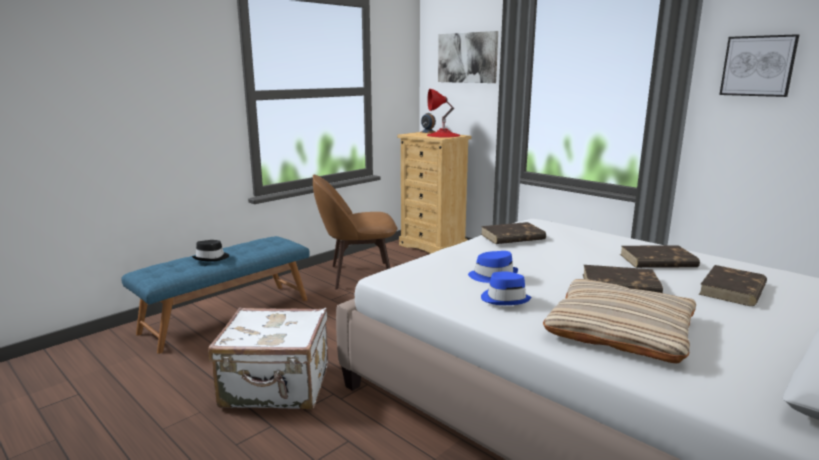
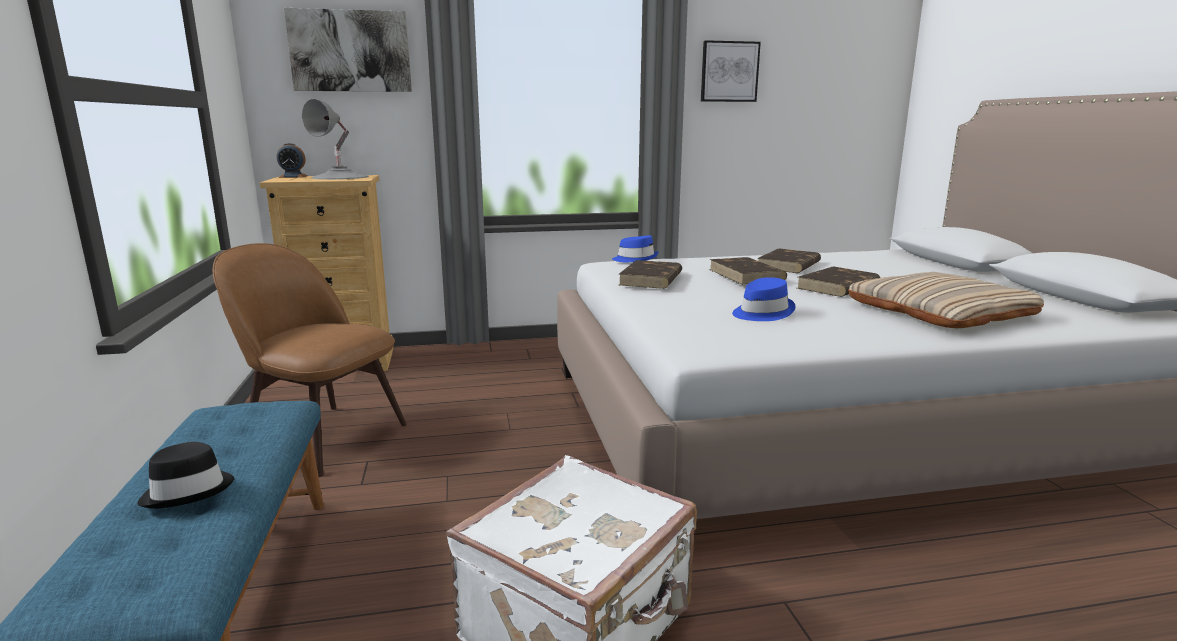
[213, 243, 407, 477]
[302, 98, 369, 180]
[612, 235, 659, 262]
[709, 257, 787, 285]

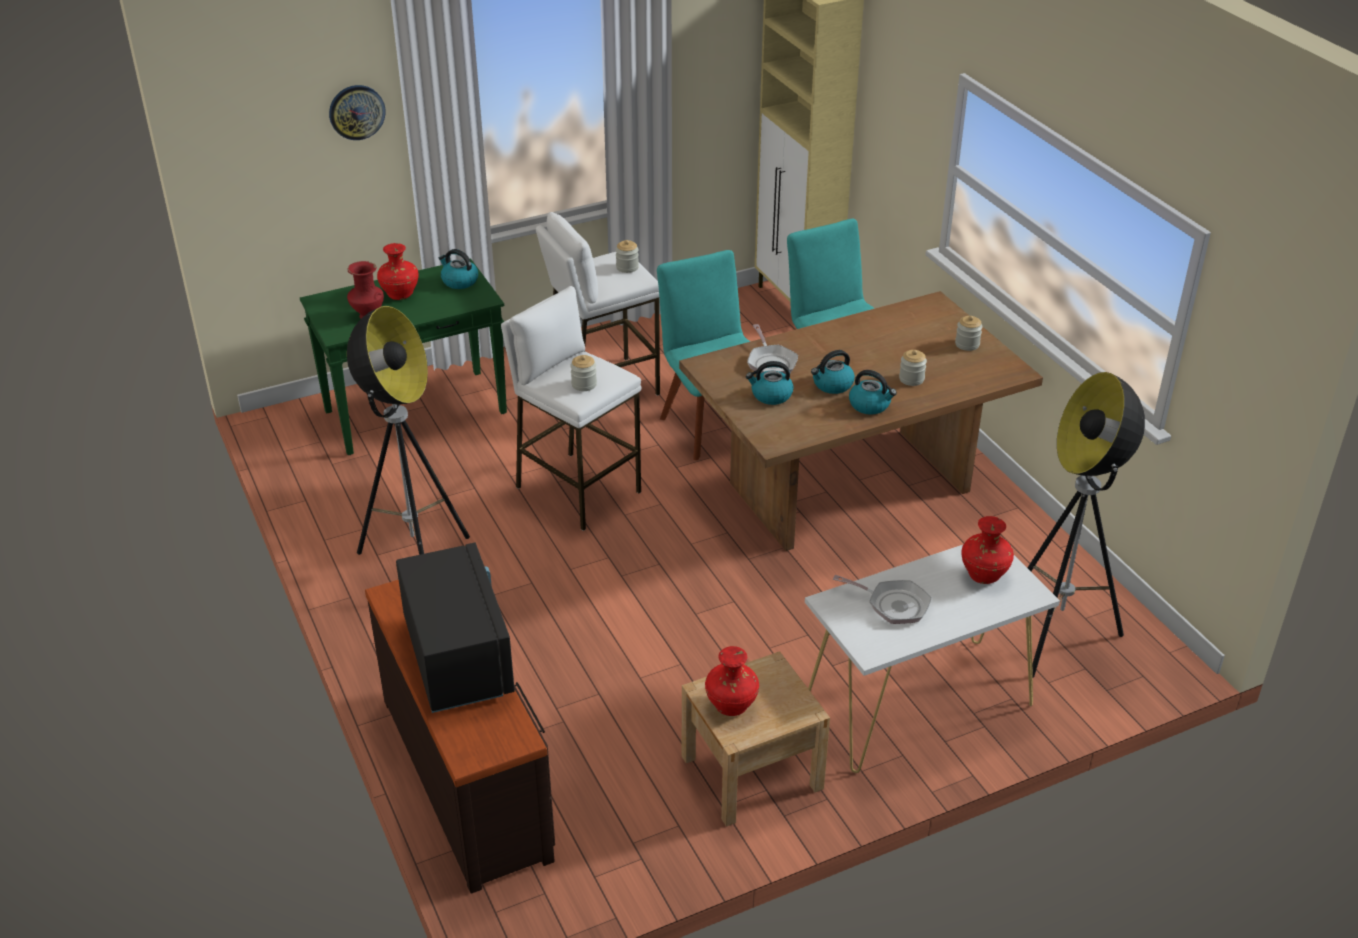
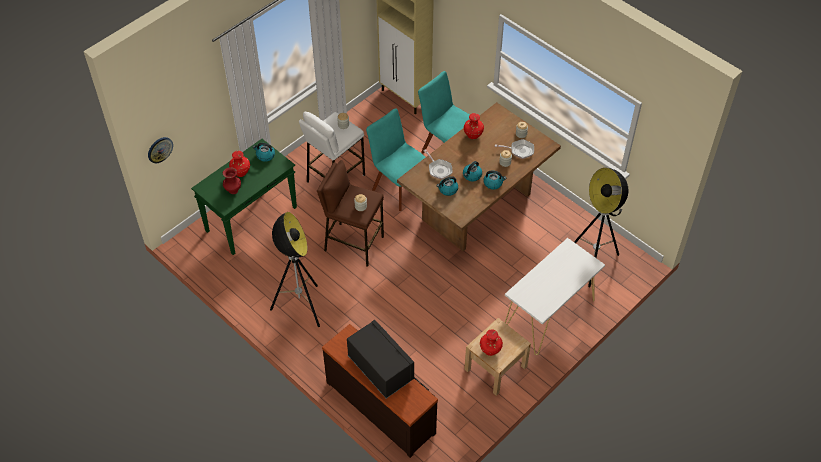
[148, 137, 173, 163]
[317, 160, 384, 267]
[495, 139, 534, 159]
[464, 113, 484, 139]

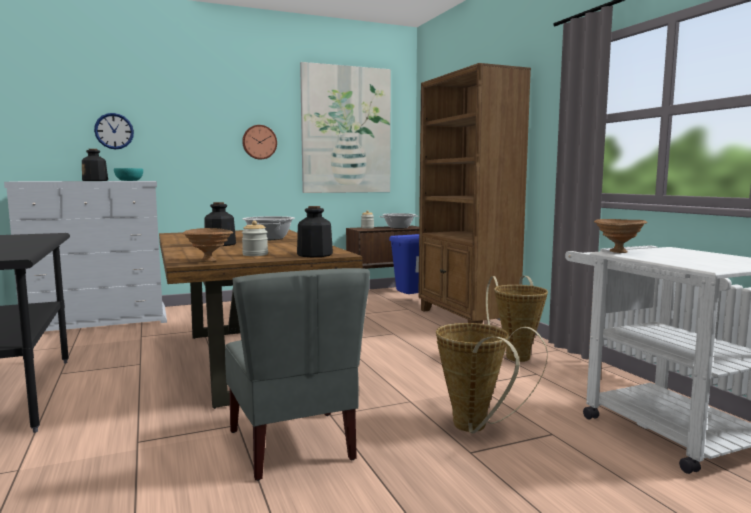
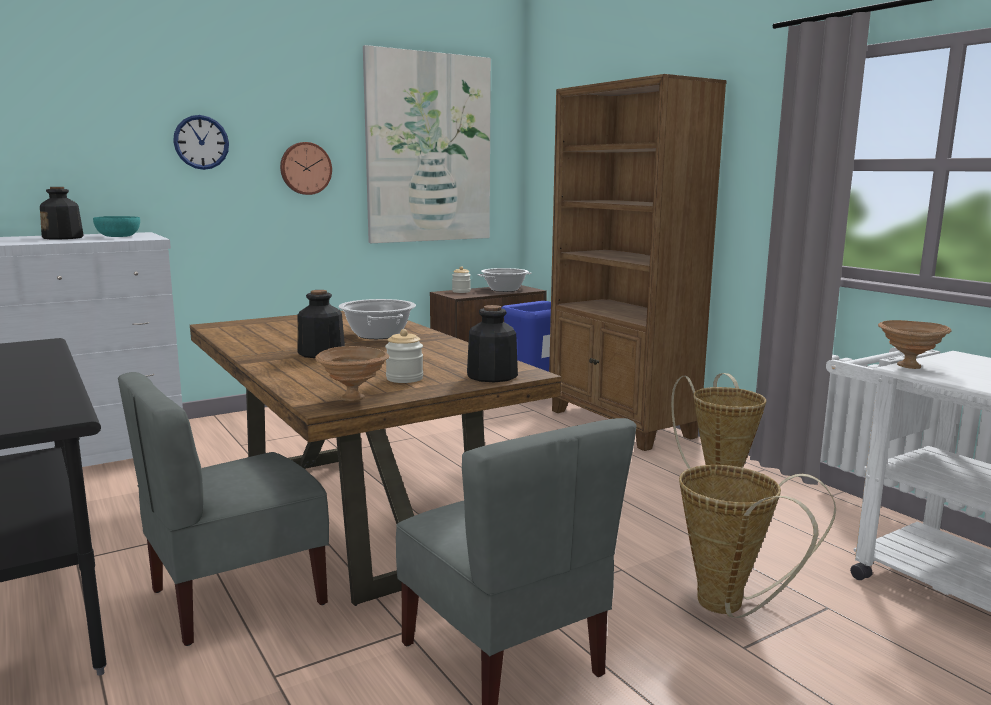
[173, 115, 229, 170]
[118, 372, 329, 646]

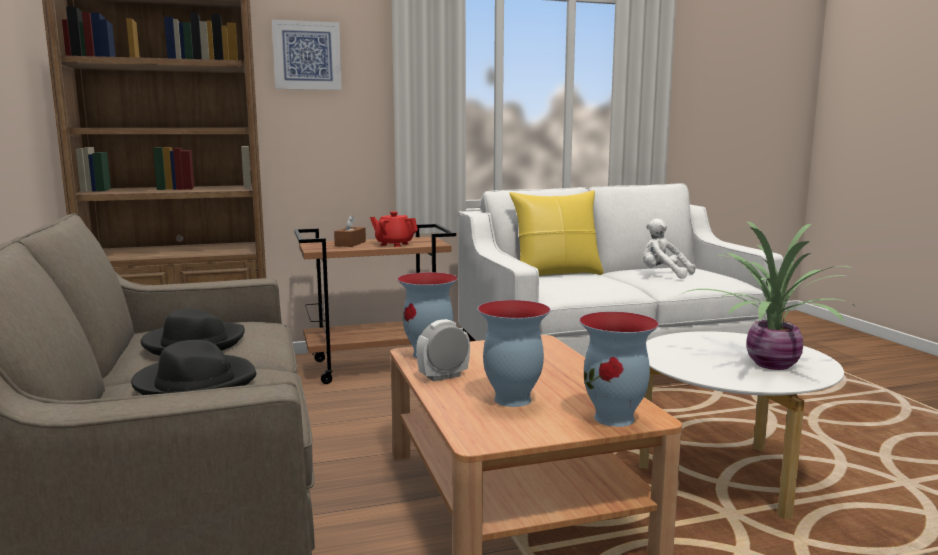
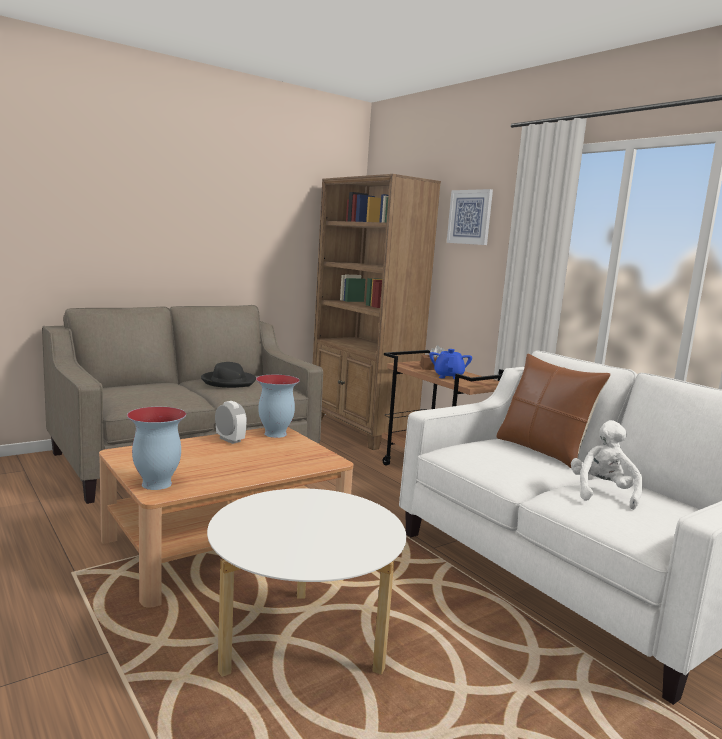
[131, 340, 256, 395] (first image)
[429, 349, 472, 379]
[477, 300, 551, 407] (first image)
[496, 354, 611, 468]
[682, 221, 857, 370] (first image)

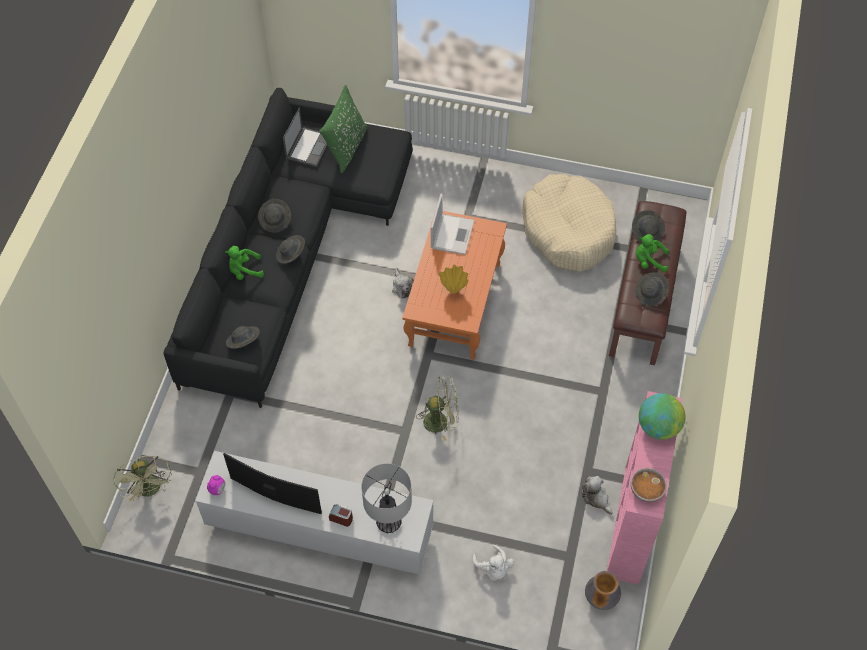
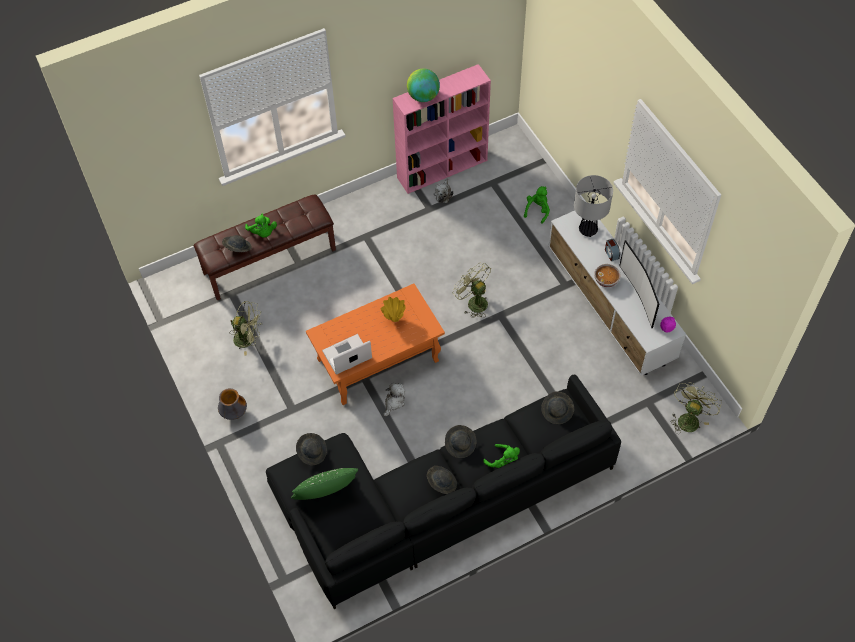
[283, 107, 327, 167] (first image)
[524, 186, 550, 224]
[230, 301, 262, 356]
[218, 388, 247, 420]
[594, 264, 621, 287]
[296, 433, 327, 466]

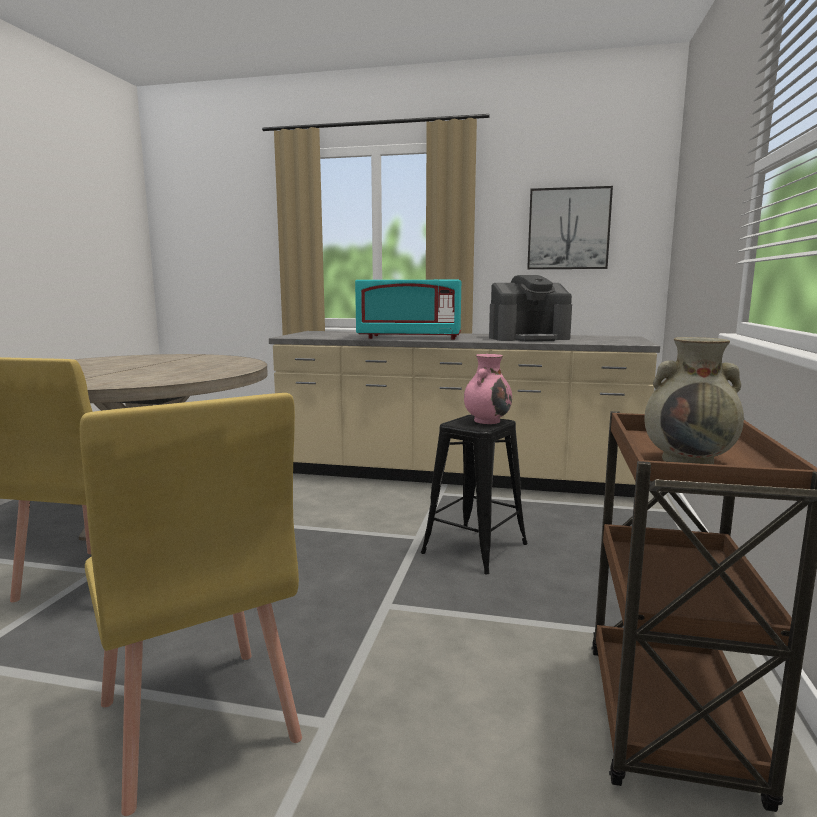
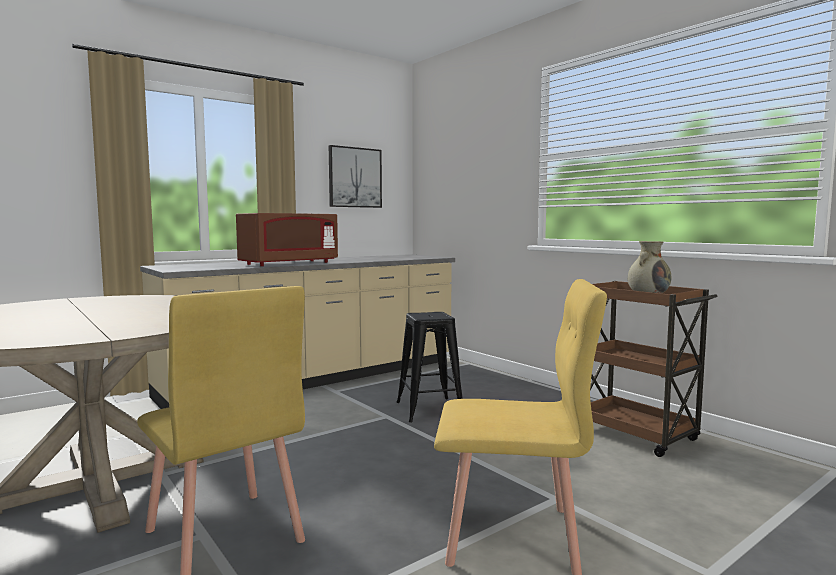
[236, 213, 338, 266]
[464, 354, 512, 424] (first image)
[489, 275, 572, 341] (first image)

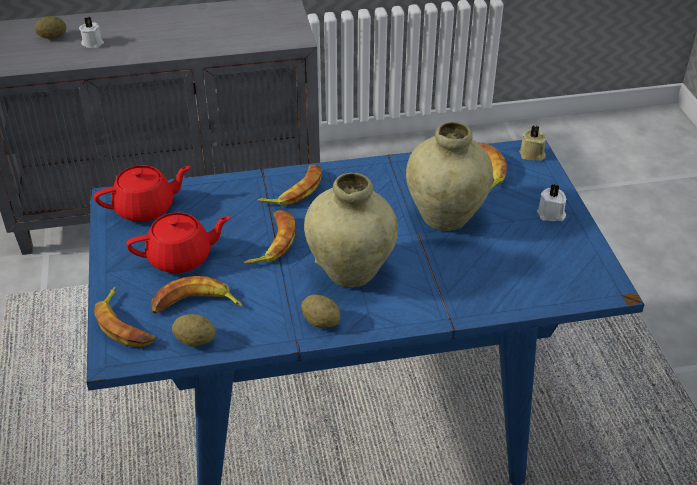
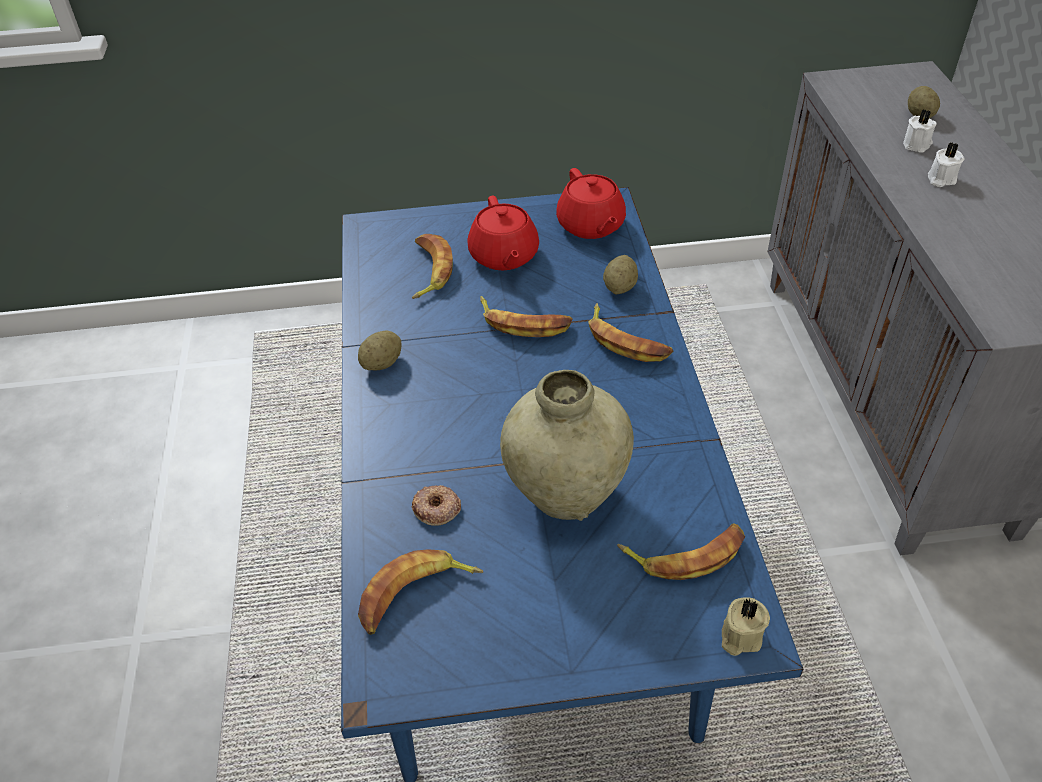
[358, 549, 483, 635]
[603, 255, 638, 294]
[304, 172, 398, 288] (first image)
[928, 143, 965, 187]
[411, 485, 461, 526]

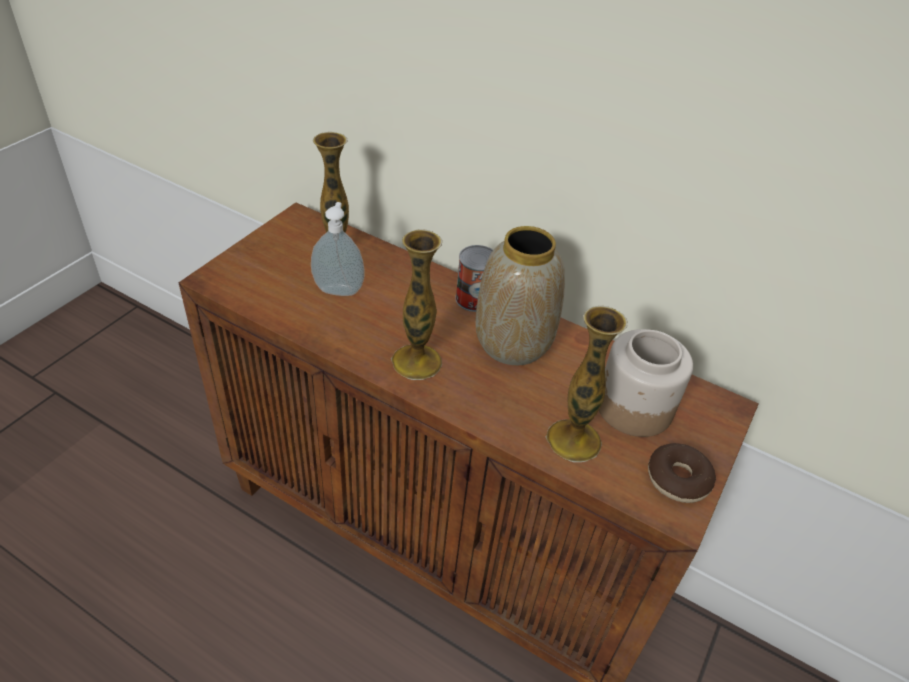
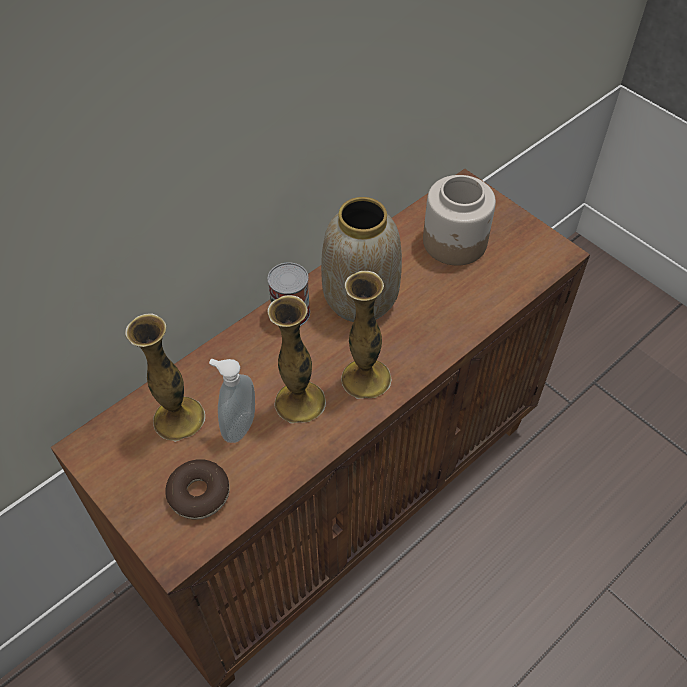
[267, 295, 326, 423]
[165, 459, 230, 519]

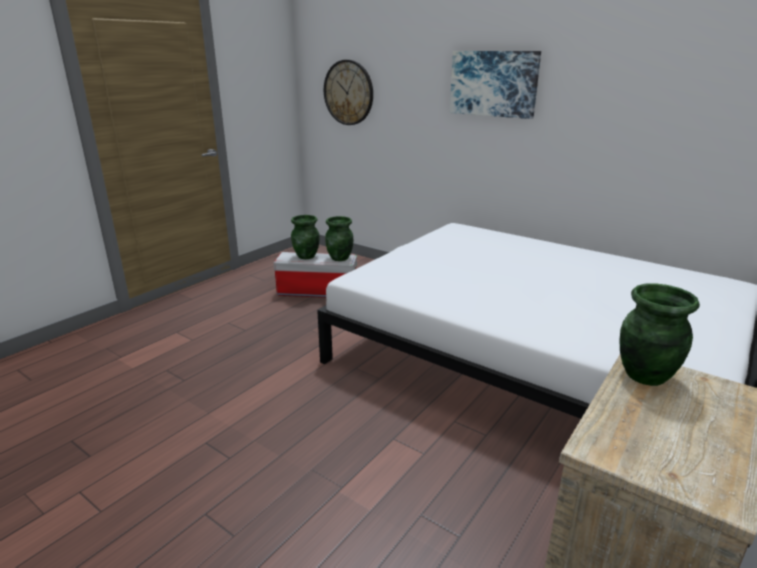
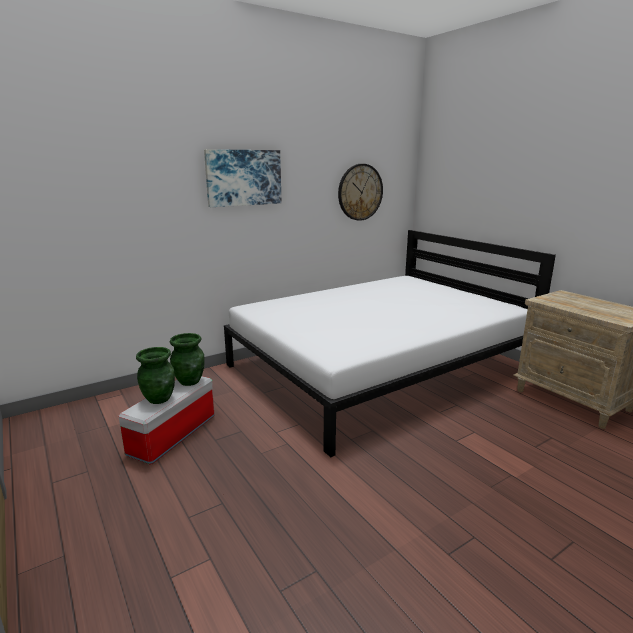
[338, 164, 383, 221]
[620, 283, 700, 386] (first image)

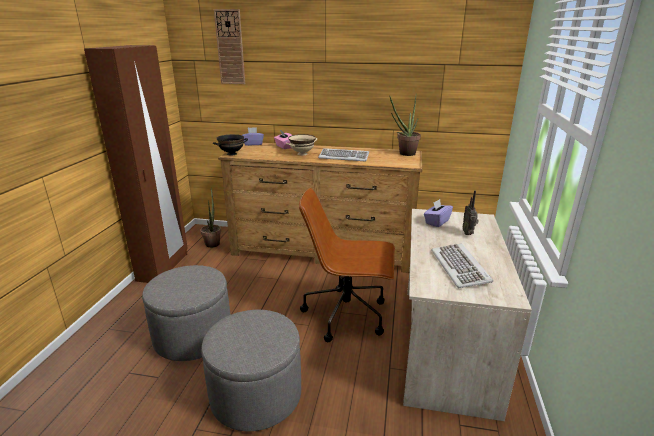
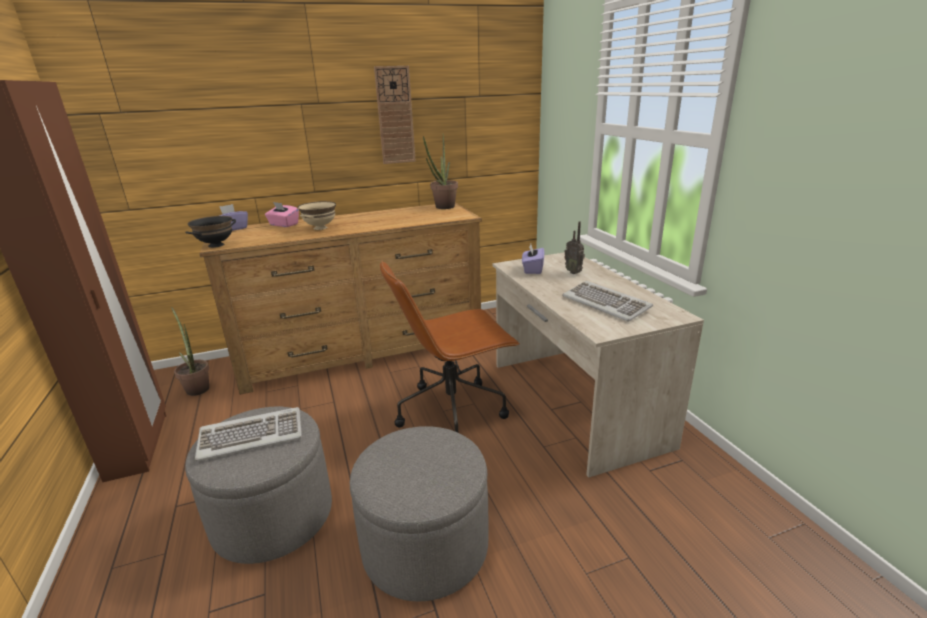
[374, 66, 416, 164]
[195, 407, 302, 461]

